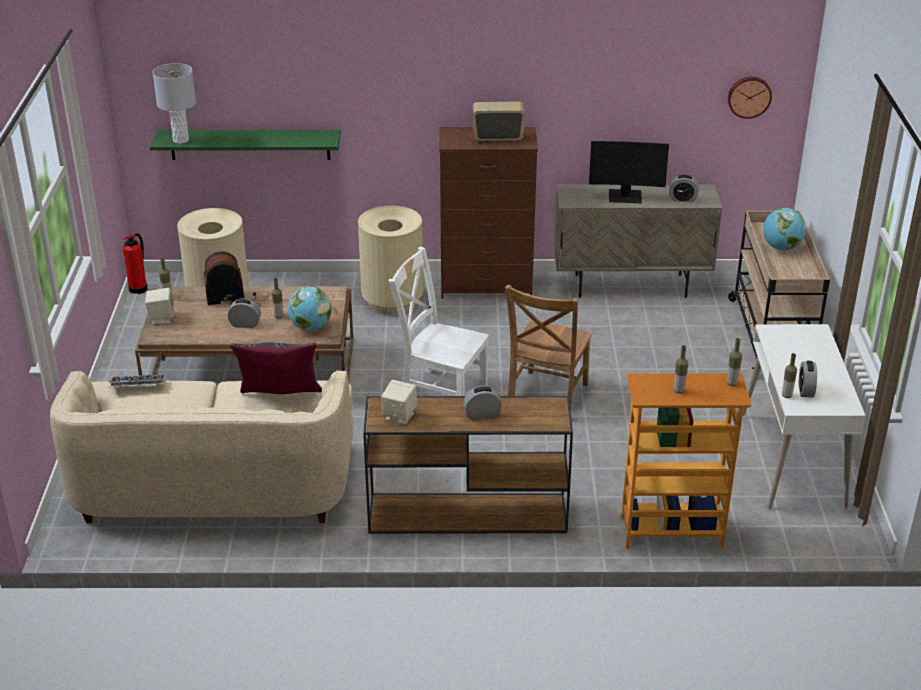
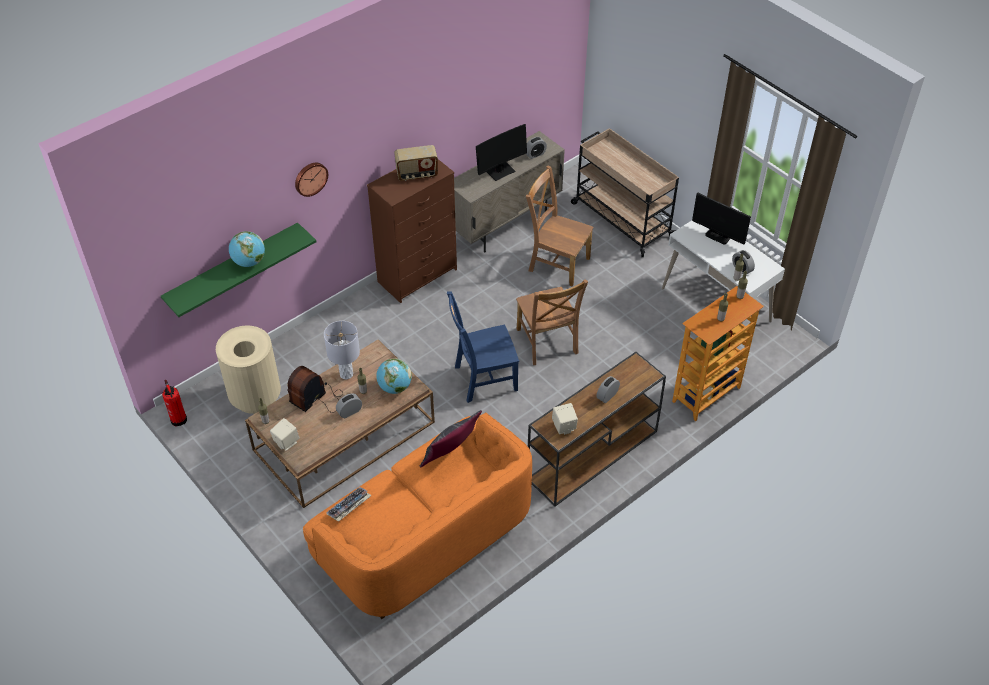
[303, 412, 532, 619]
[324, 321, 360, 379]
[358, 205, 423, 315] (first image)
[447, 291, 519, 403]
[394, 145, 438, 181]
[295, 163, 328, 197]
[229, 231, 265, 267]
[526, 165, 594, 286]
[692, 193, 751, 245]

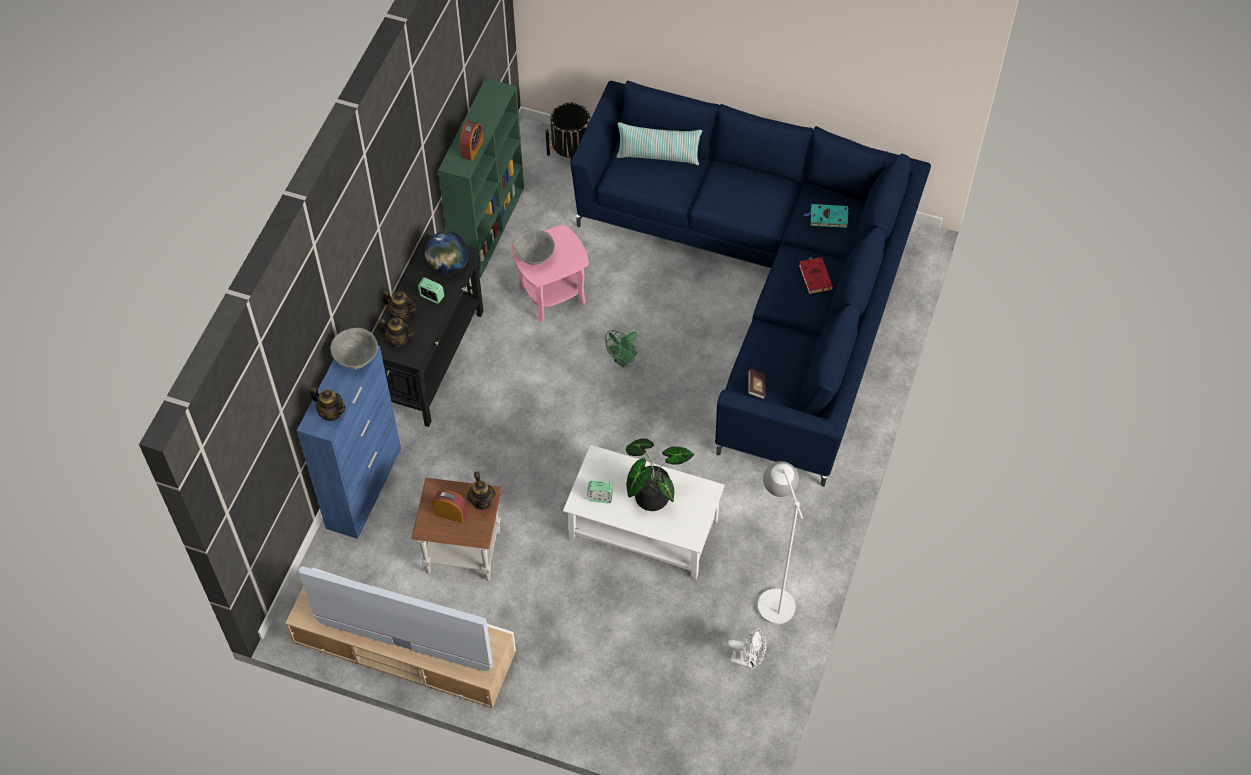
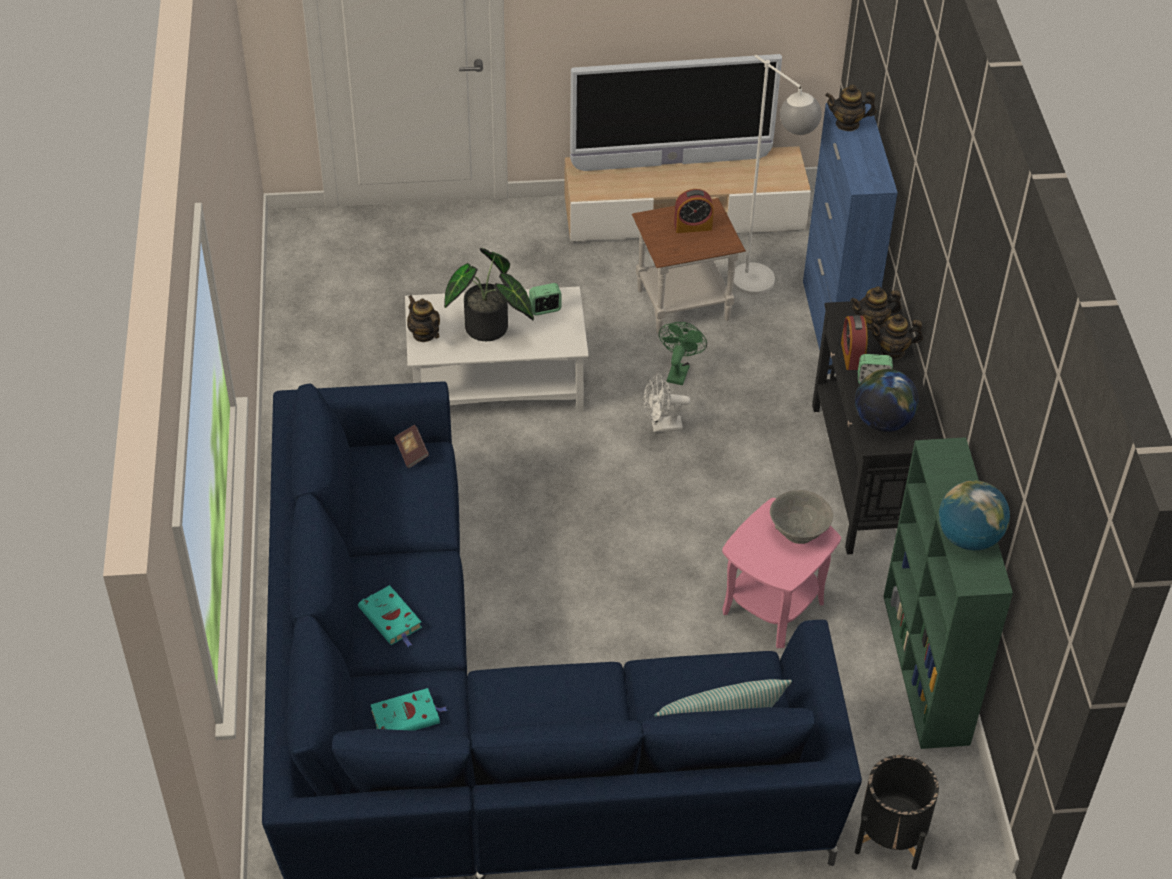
[330, 328, 378, 369] (first image)
[841, 315, 868, 370]
[407, 295, 440, 342]
[658, 322, 707, 385]
[643, 373, 690, 433]
[733, 55, 822, 295]
[358, 585, 422, 647]
[939, 480, 1010, 550]

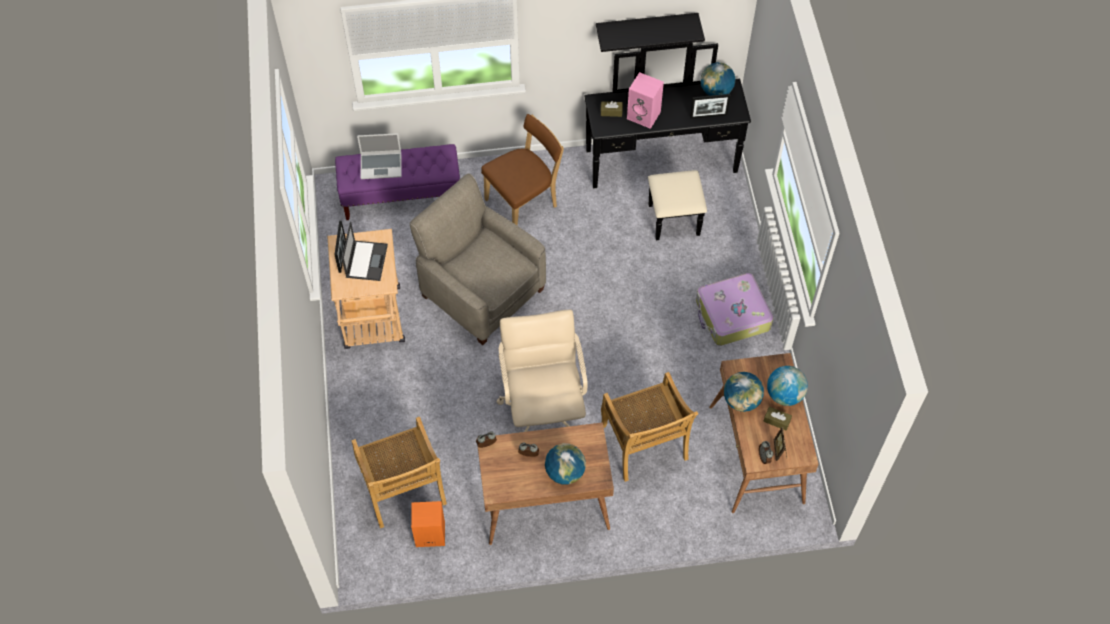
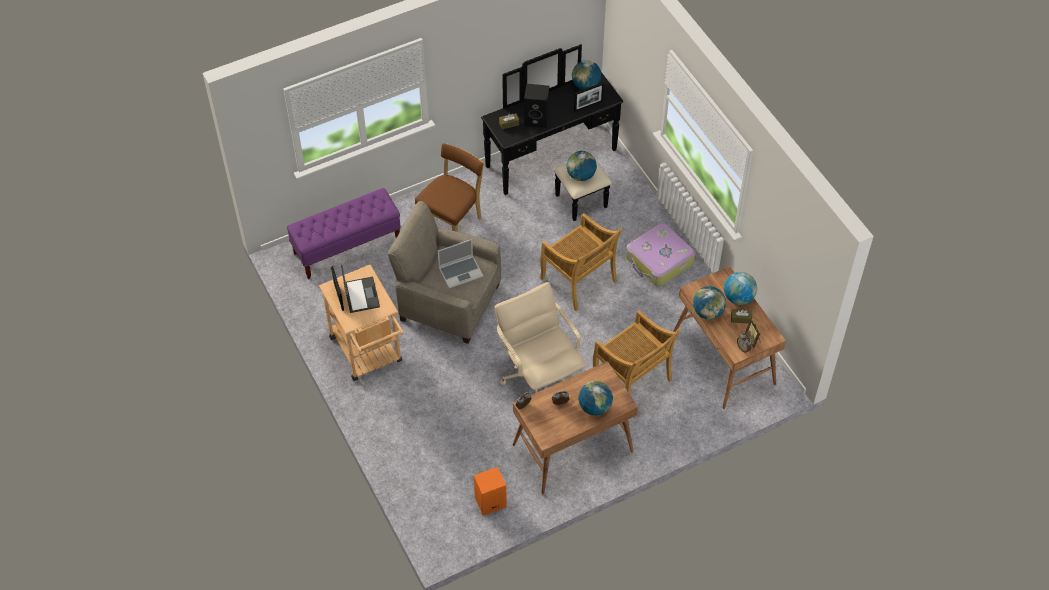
[540, 213, 623, 311]
[438, 239, 483, 288]
[596, 13, 705, 52] (first image)
[524, 84, 549, 128]
[567, 151, 597, 181]

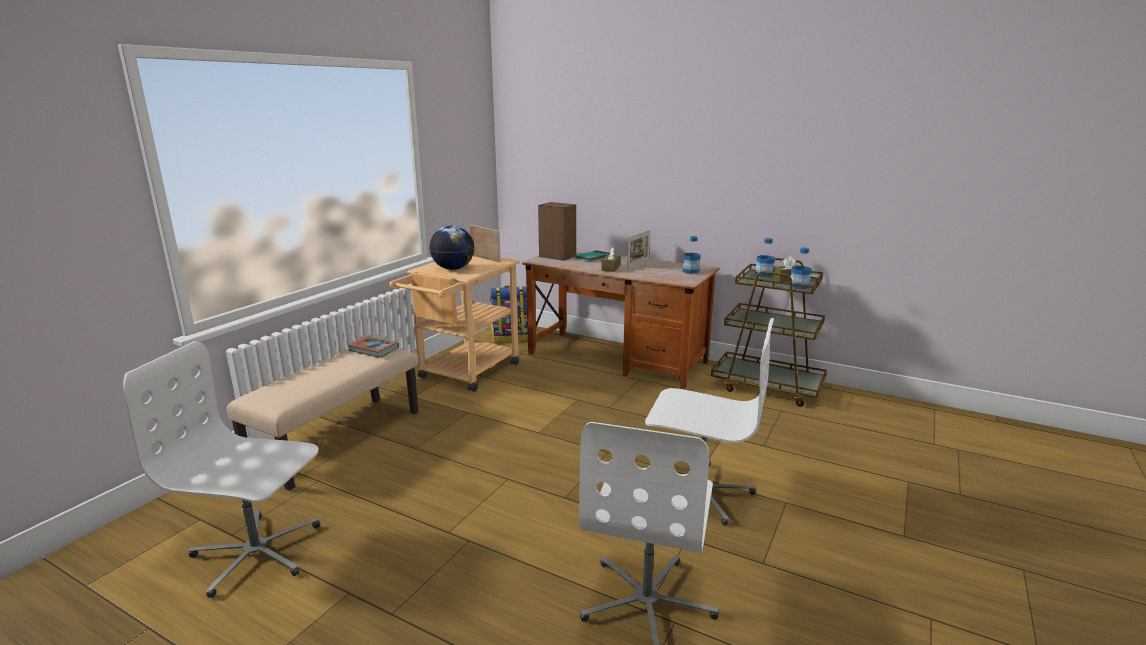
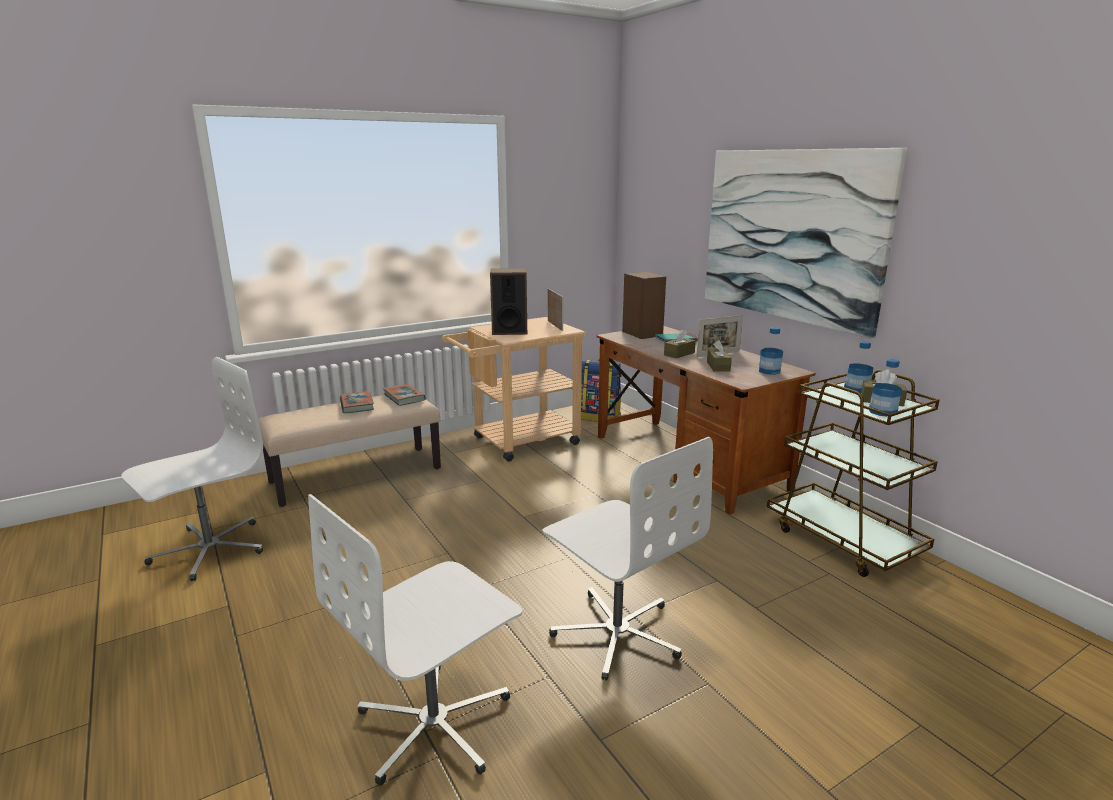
[121, 357, 263, 581]
[490, 268, 527, 335]
[340, 391, 374, 414]
[705, 148, 907, 339]
[707, 340, 732, 371]

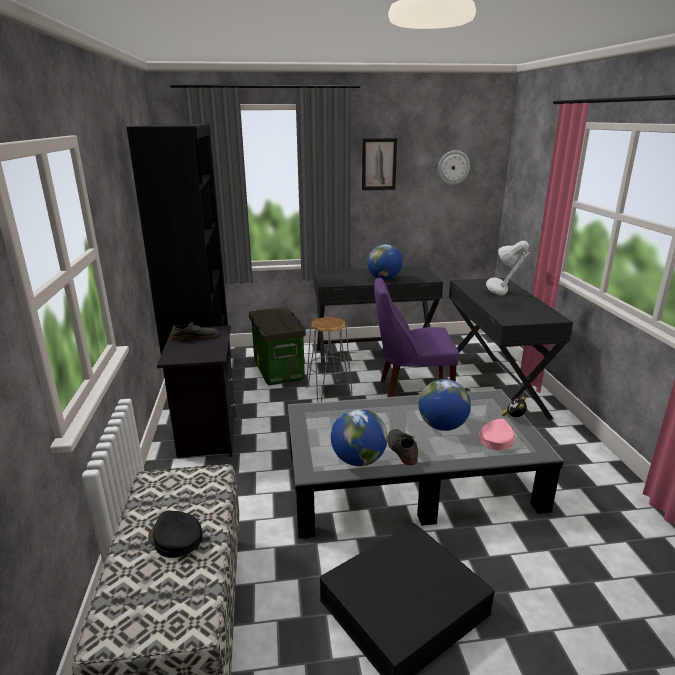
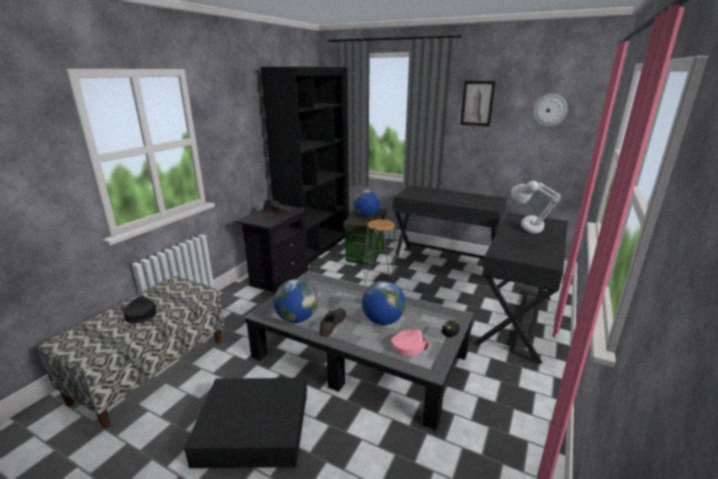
[353, 189, 380, 217]
[374, 278, 459, 397] (first image)

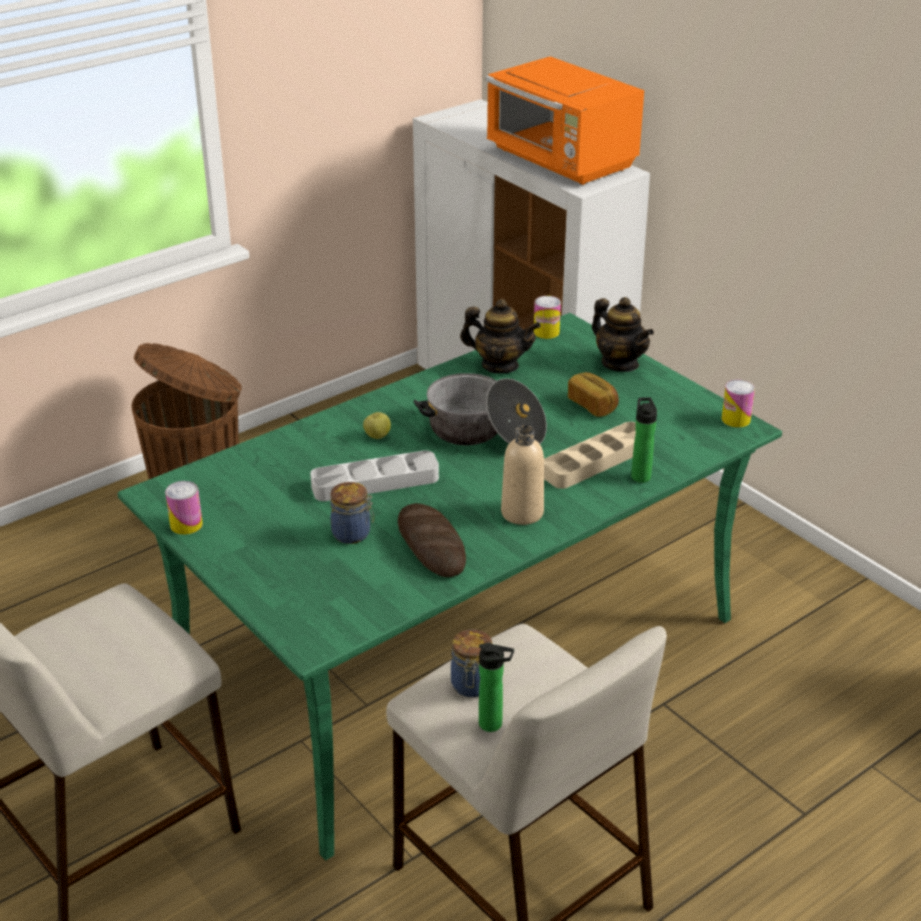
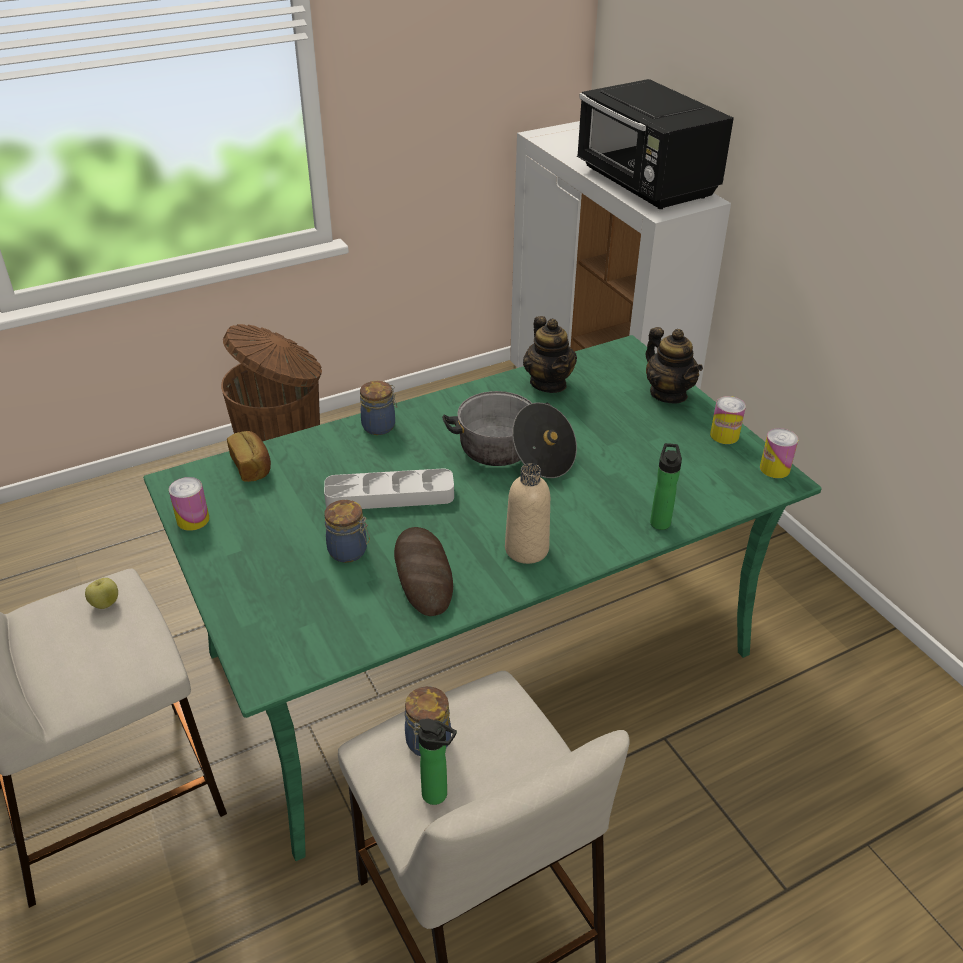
[85, 578, 118, 609]
[523, 316, 577, 393]
[577, 79, 734, 209]
[710, 396, 746, 444]
[544, 422, 636, 489] (first image)
[227, 431, 271, 482]
[360, 381, 397, 435]

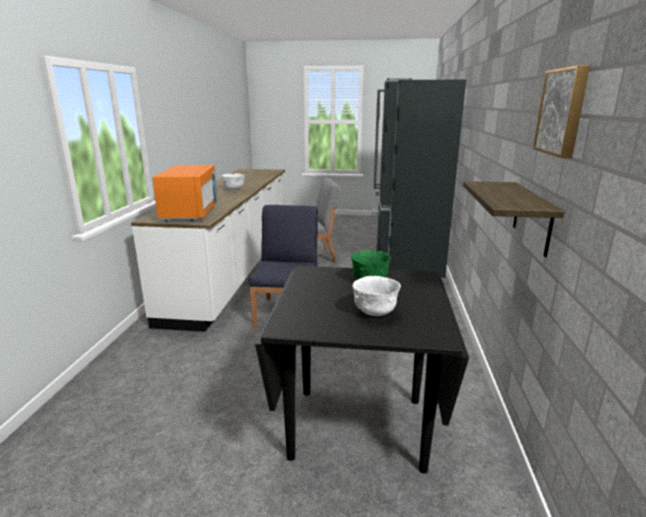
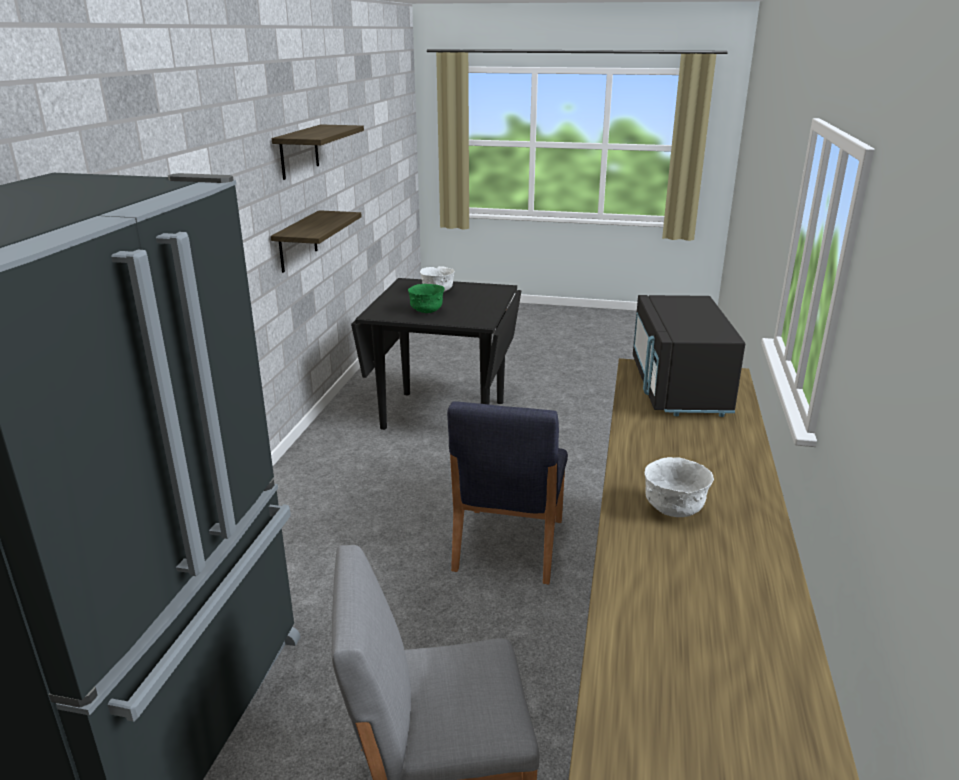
[633, 295, 745, 417]
[272, 124, 364, 180]

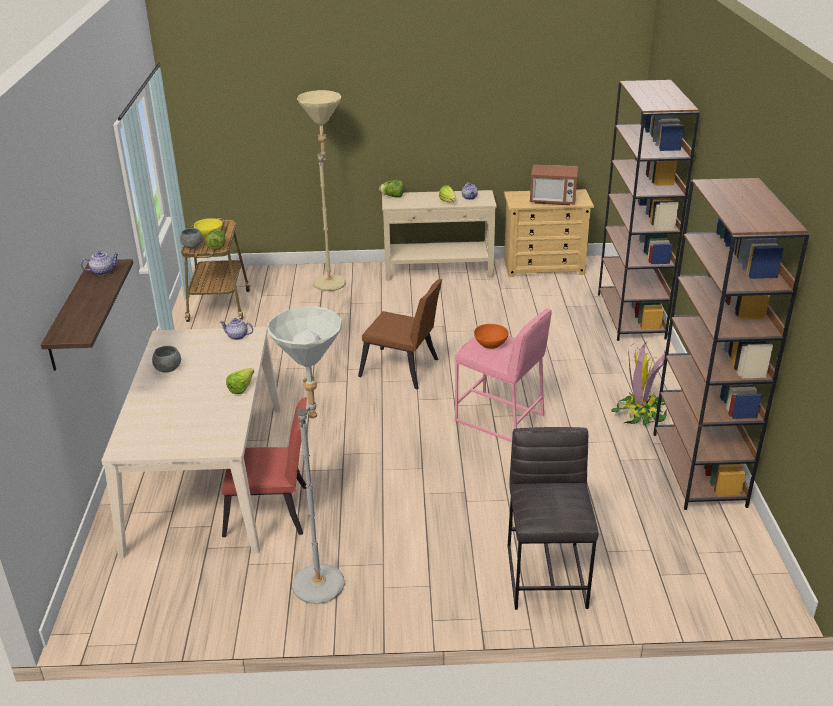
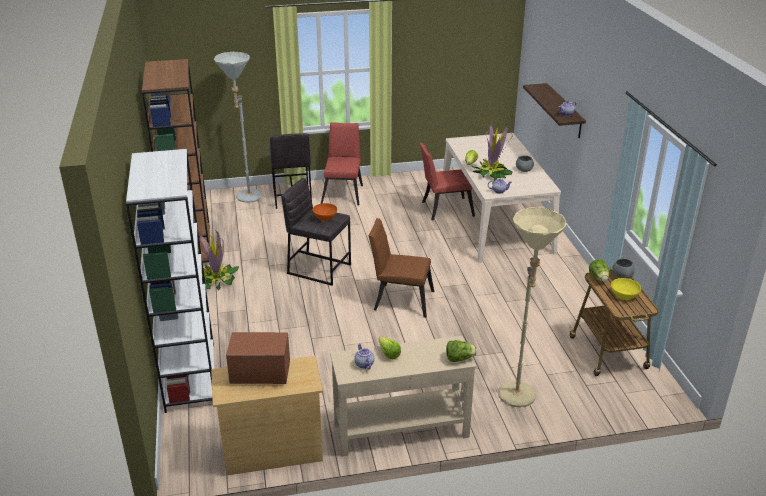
[214, 52, 262, 203]
[281, 178, 351, 286]
[126, 149, 214, 413]
[321, 122, 363, 205]
[472, 123, 512, 181]

